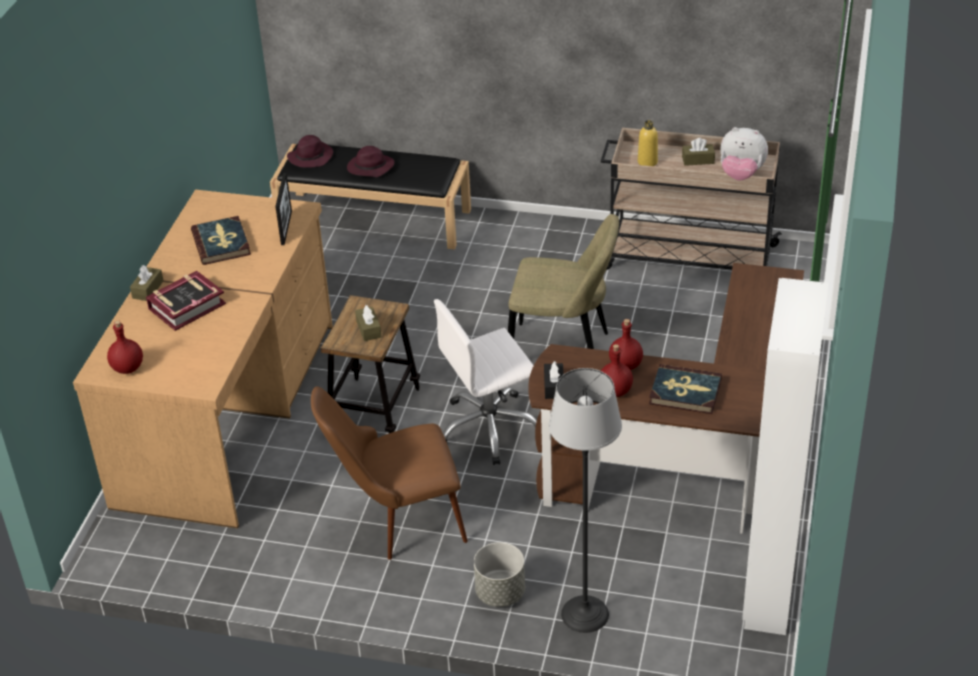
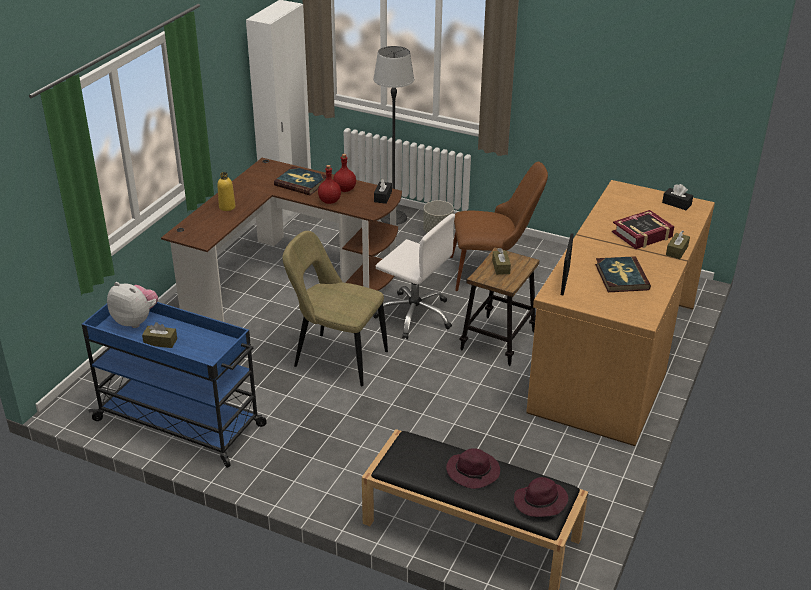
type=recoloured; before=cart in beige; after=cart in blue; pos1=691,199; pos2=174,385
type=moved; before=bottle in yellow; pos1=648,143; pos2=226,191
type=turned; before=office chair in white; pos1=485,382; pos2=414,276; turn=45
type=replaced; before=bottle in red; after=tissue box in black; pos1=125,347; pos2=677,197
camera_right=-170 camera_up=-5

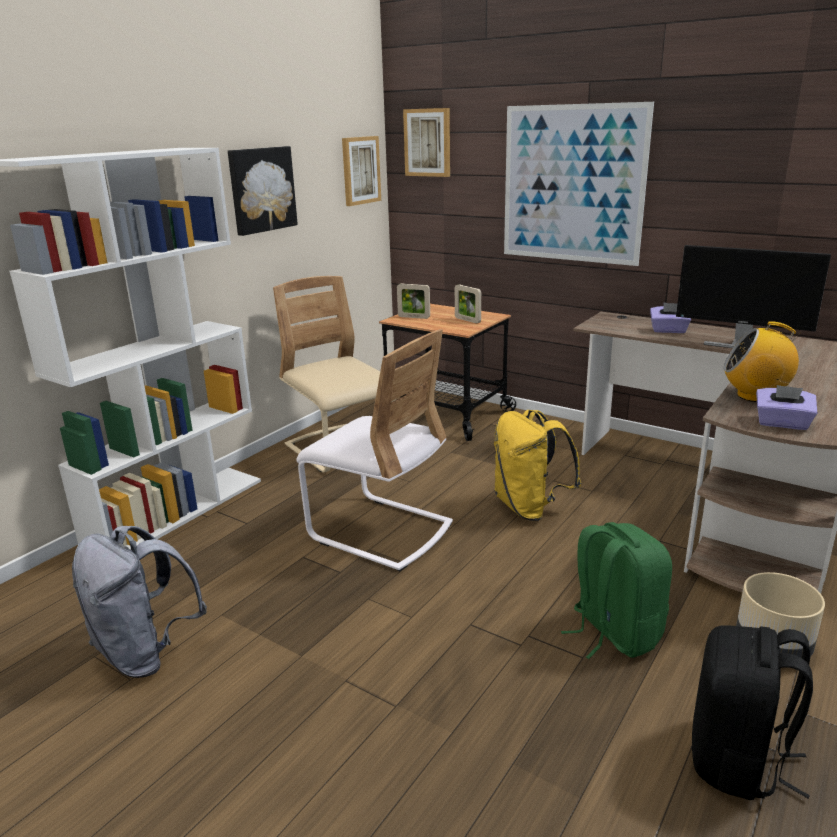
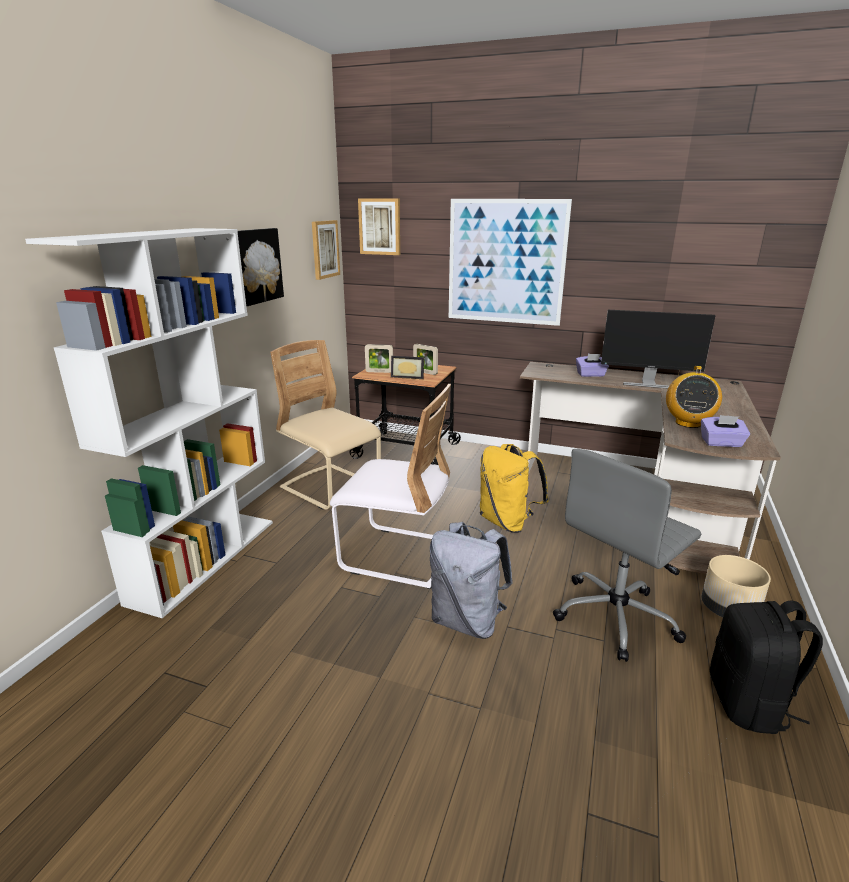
type=added; after=picture frame; pos2=407,367
type=moved; before=backpack in grey; pos1=139,602; pos2=471,580
type=replaced; before=backpack in green; after=office chair in grey; pos1=616,590; pos2=627,555
type=turned; before=radio; pos1=762,361; pos2=694,397; turn=-75
camera_right=-15 camera_up=0

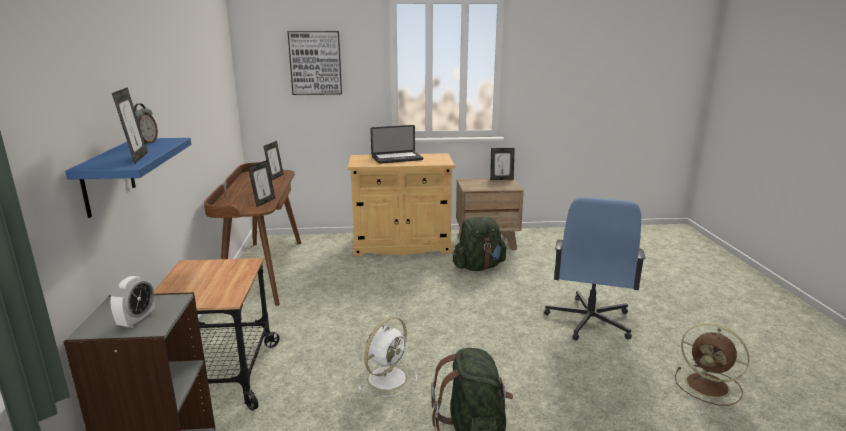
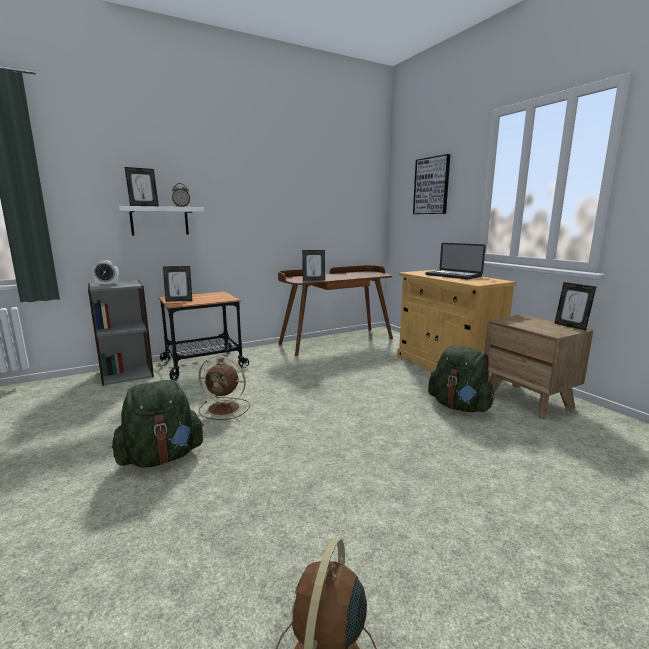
type=recoloured; before=shelf in blue; after=shelf in white; pos1=128,178; pos2=160,220
type=moved; before=picture frame; pos1=273,160; pos2=177,284
type=recoloured; before=fan in white; after=fan in brown; pos1=387,357; pos2=224,388
type=removed; before=office chair in blue; pos1=594,269
camera_right=65 camera_up=-5

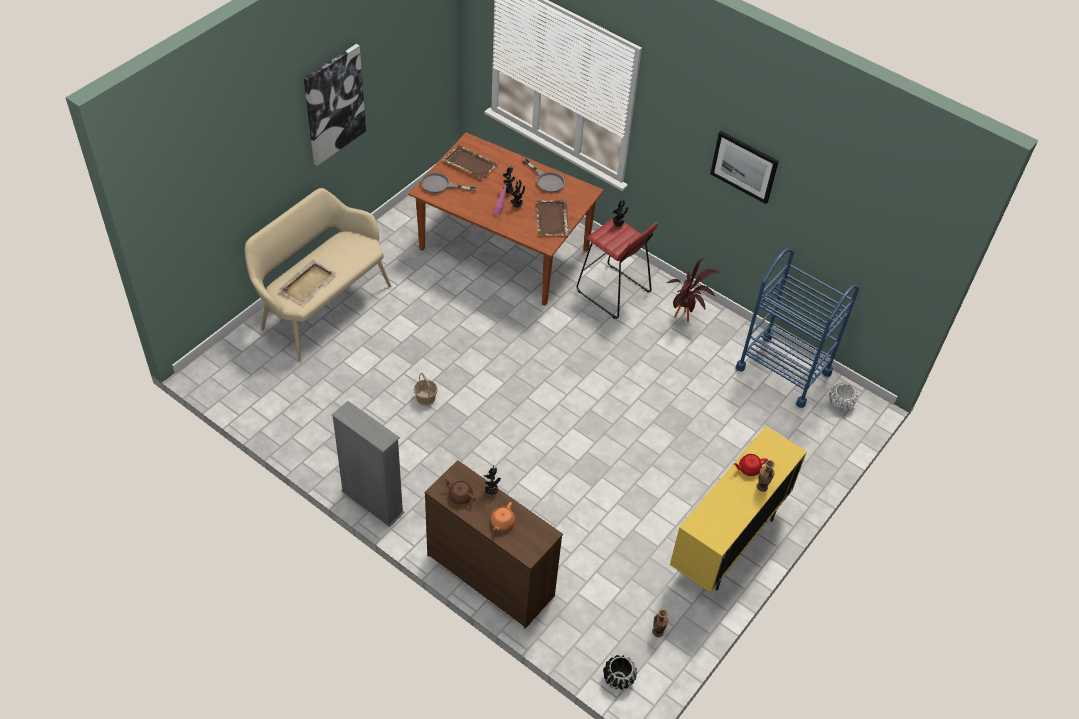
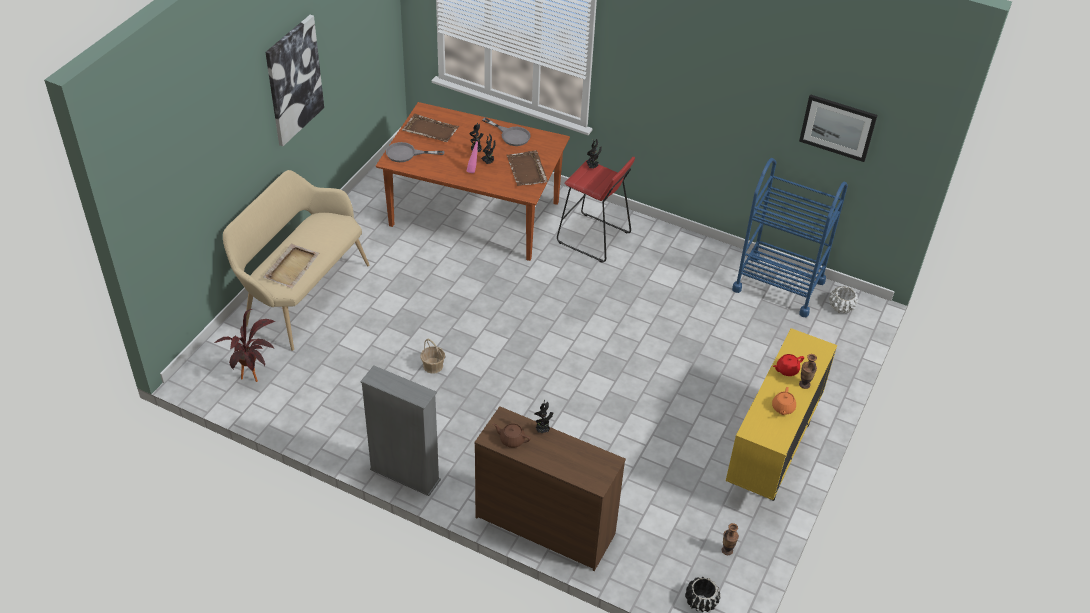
type=moved; before=potted plant; pos1=693,290; pos2=245,345
type=moved; before=teapot in orange; pos1=503,516; pos2=784,401
type=moved; before=picture; pos1=744,167; pos2=838,128
camera_right=-10 camera_up=-5

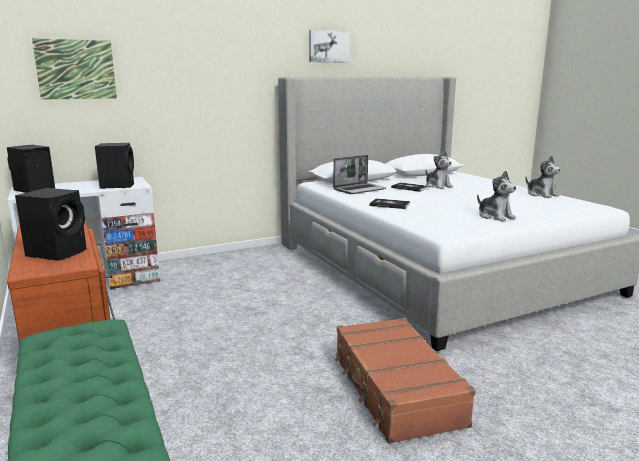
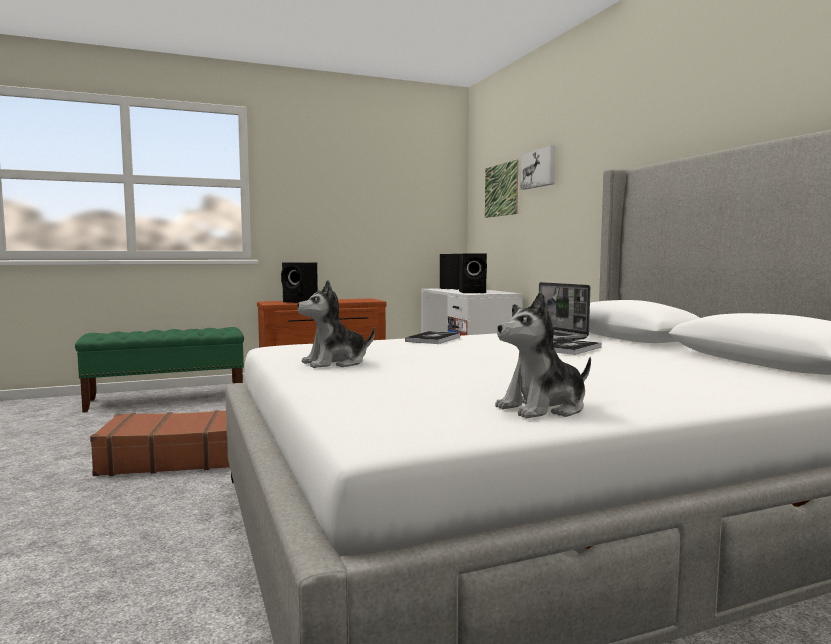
type=moved; before=picture; pos1=329,46; pos2=537,167
type=removed; before=plush toy; pos1=439,169
camera_right=95 camera_up=-10

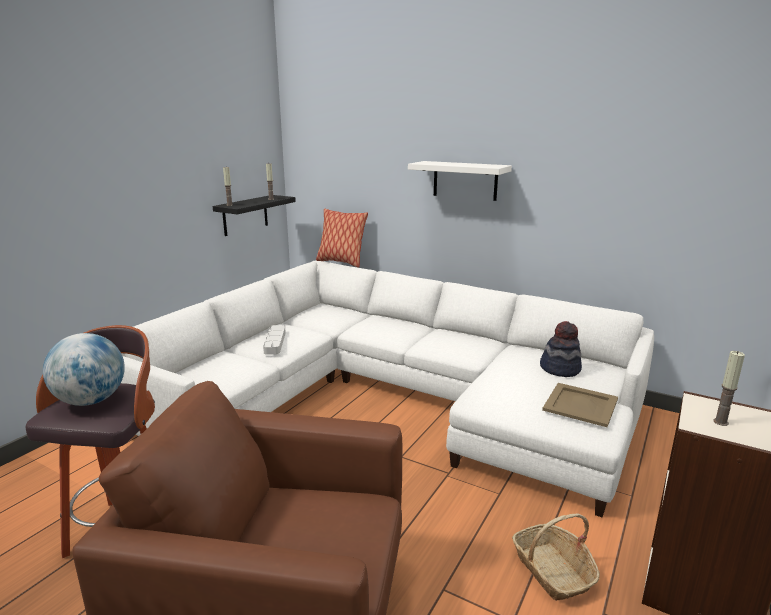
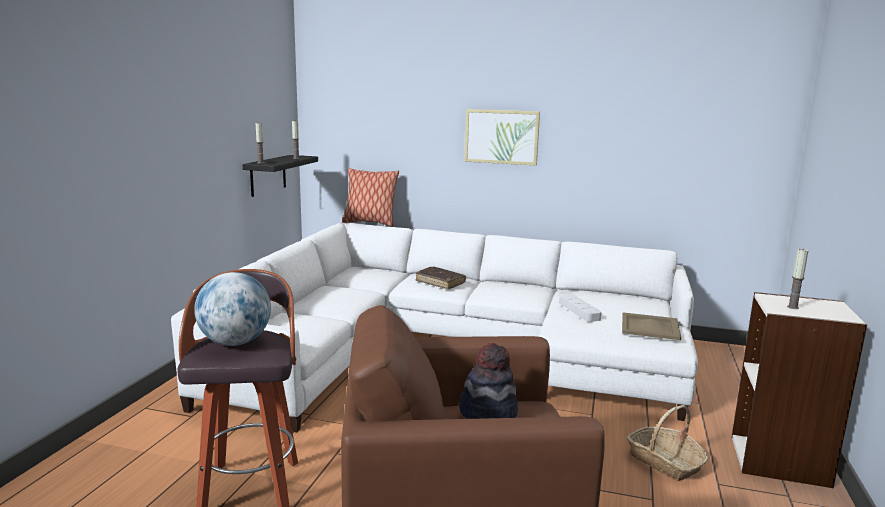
type=added; after=book in brown; pos2=441,277
type=moved; before=hat; pos1=561,349; pos2=488,381
type=replaced; before=shelf in white; after=picture; pos1=460,181; pos2=502,137
type=moved; before=tray in grey; pos1=274,340; pos2=580,308
camera_right=-15 camera_up=-5

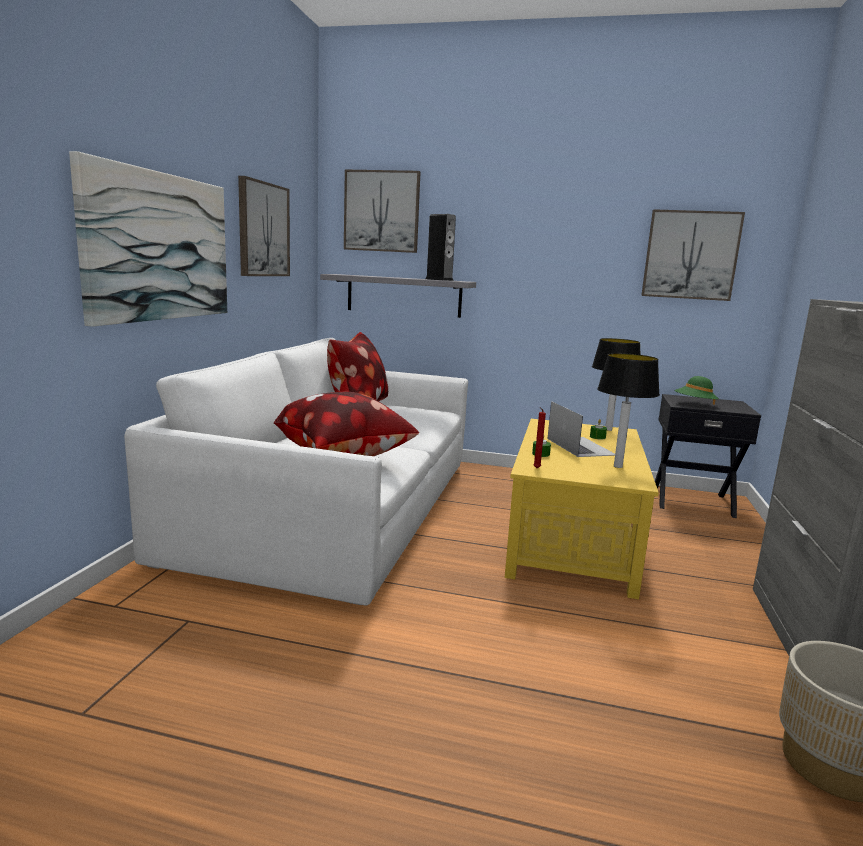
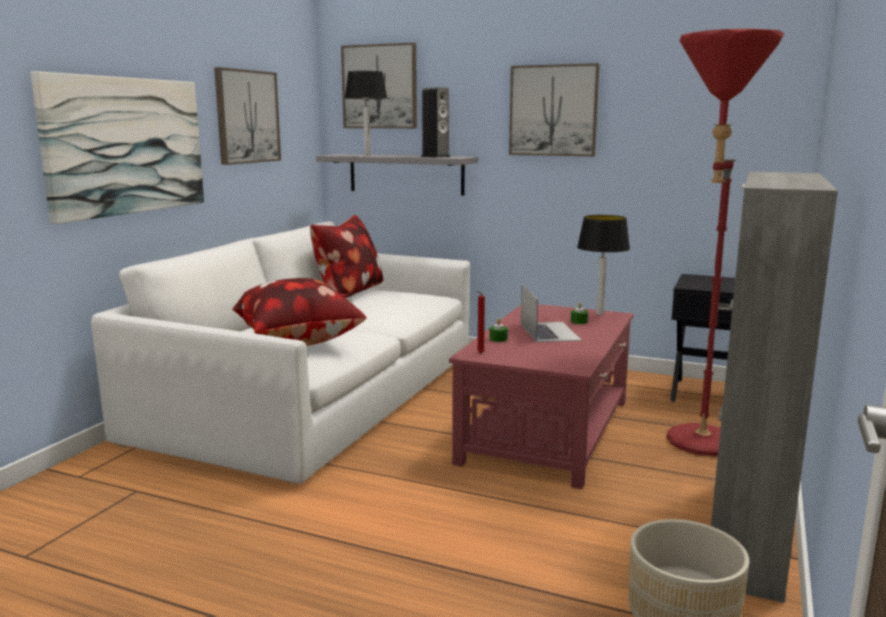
type=moved; before=table lamp; pos1=628,410; pos2=366,113
type=recoloured; before=coffee table in yellow; after=coffee table in red; pos1=582,509; pos2=541,396
type=moved; before=picture; pos1=693,255; pos2=554,109
type=added; after=floor lamp in red; pos2=726,242
type=removed; before=hat in green; pos1=696,390
camera_right=10 camera_up=0

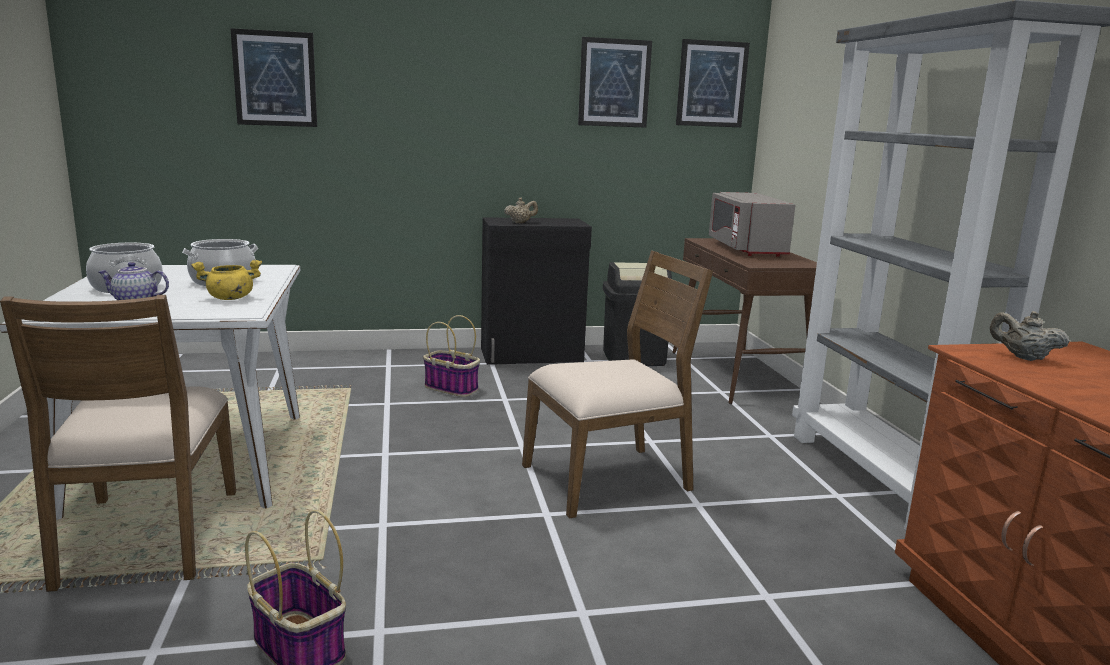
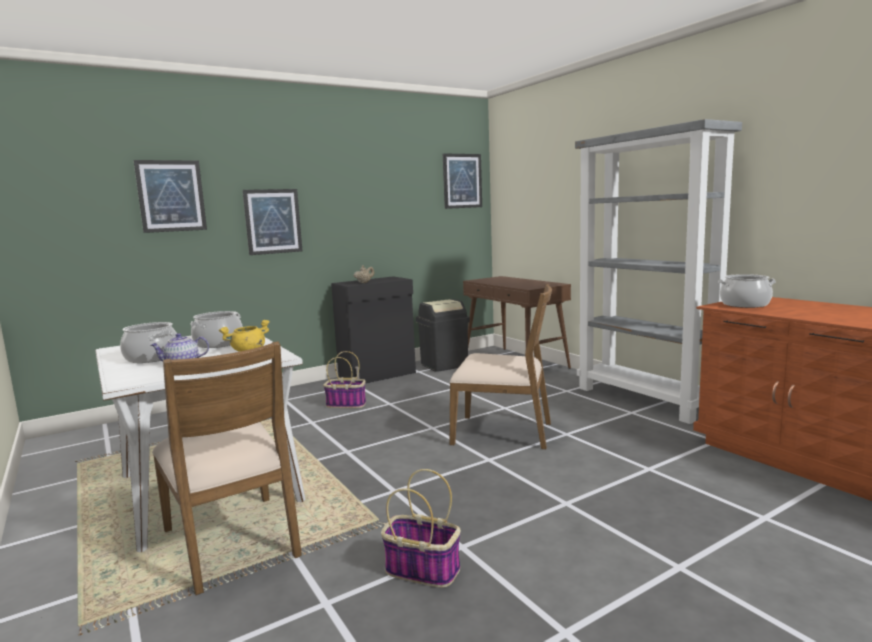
type=moved; before=picture; pos1=615,82; pos2=272,222
type=turned; before=chair in brown; pos1=617,384; pos2=501,366; turn=60
type=replaced; before=teapot in beige; after=cooking pot; pos1=1030,336; pos2=747,291
type=removed; before=microwave in grey; pos1=752,224
camera_right=-20 camera_up=-5

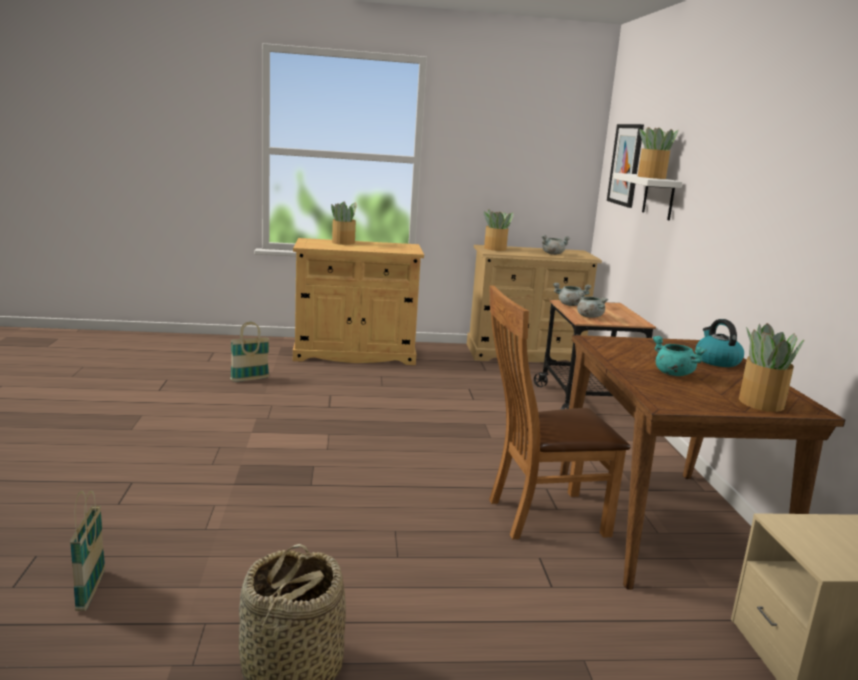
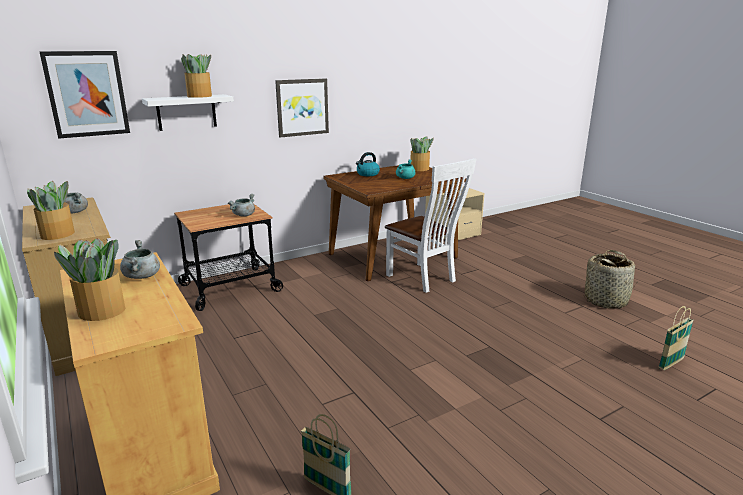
type=moved; before=cooking pot in grey; pos1=572,294; pos2=140,259
type=added; after=picture; pos2=302,107
type=recoloured; before=chair in brown; after=chair in white; pos1=559,412; pos2=430,225
camera_right=-115 camera_up=5

